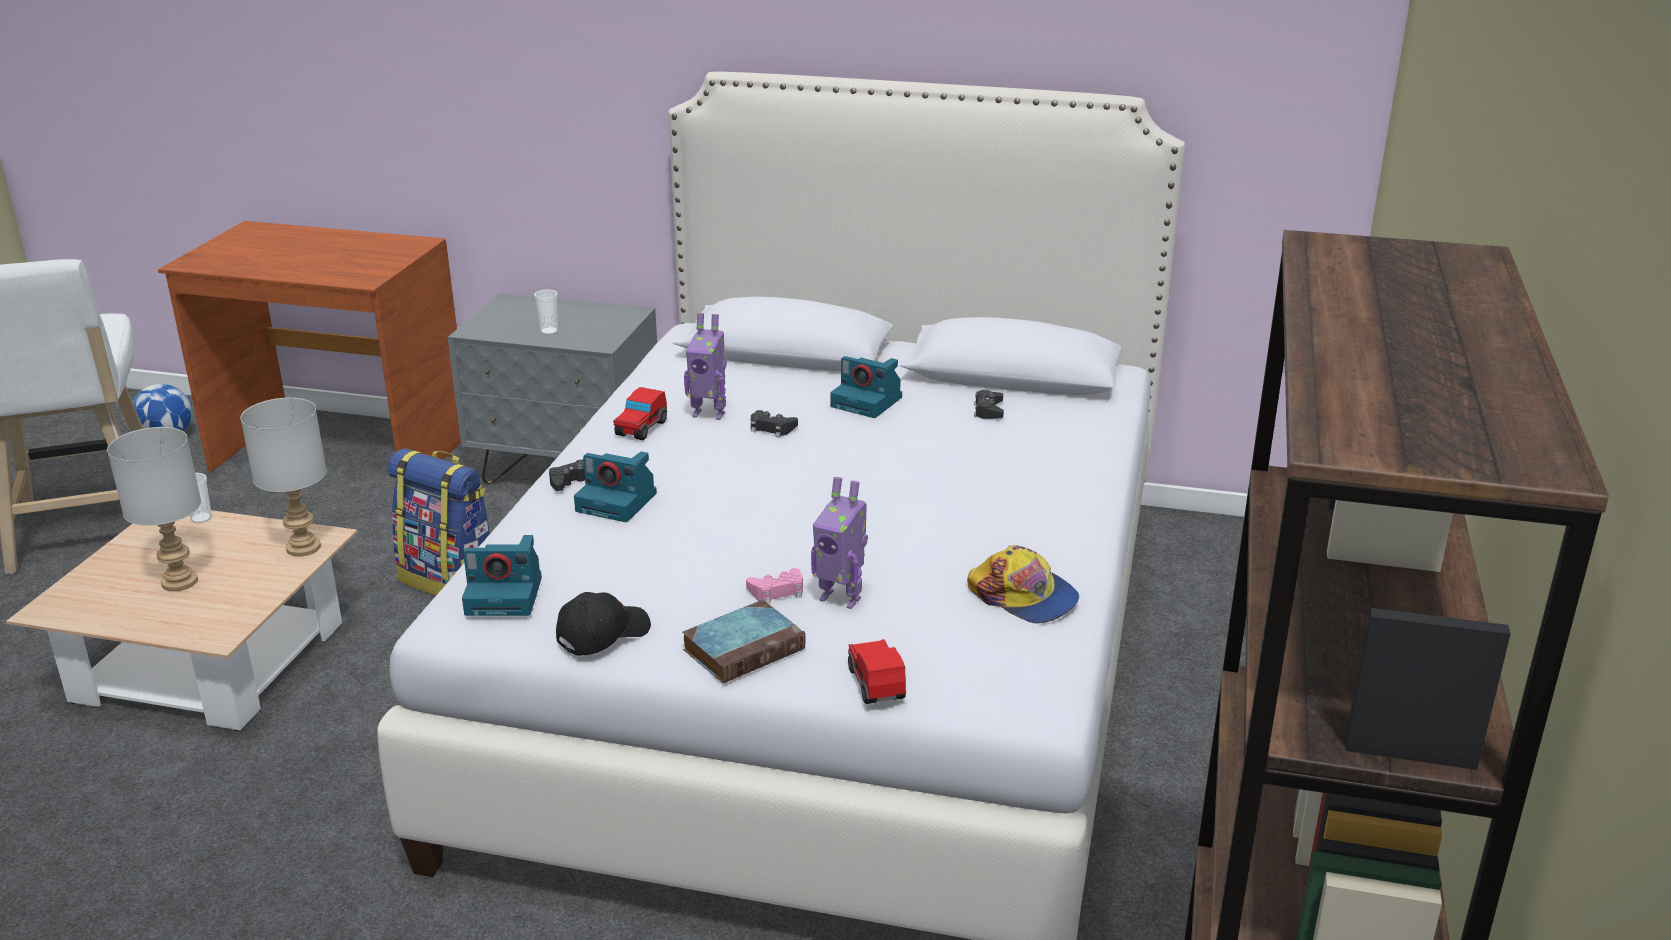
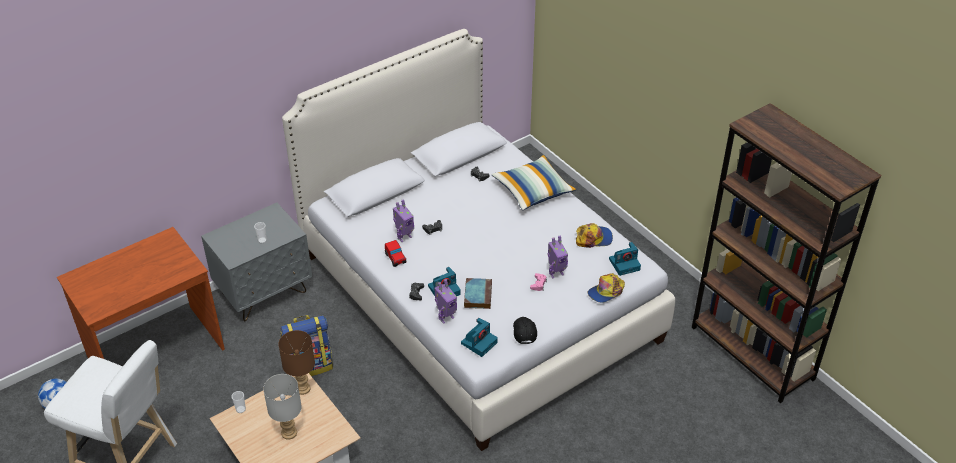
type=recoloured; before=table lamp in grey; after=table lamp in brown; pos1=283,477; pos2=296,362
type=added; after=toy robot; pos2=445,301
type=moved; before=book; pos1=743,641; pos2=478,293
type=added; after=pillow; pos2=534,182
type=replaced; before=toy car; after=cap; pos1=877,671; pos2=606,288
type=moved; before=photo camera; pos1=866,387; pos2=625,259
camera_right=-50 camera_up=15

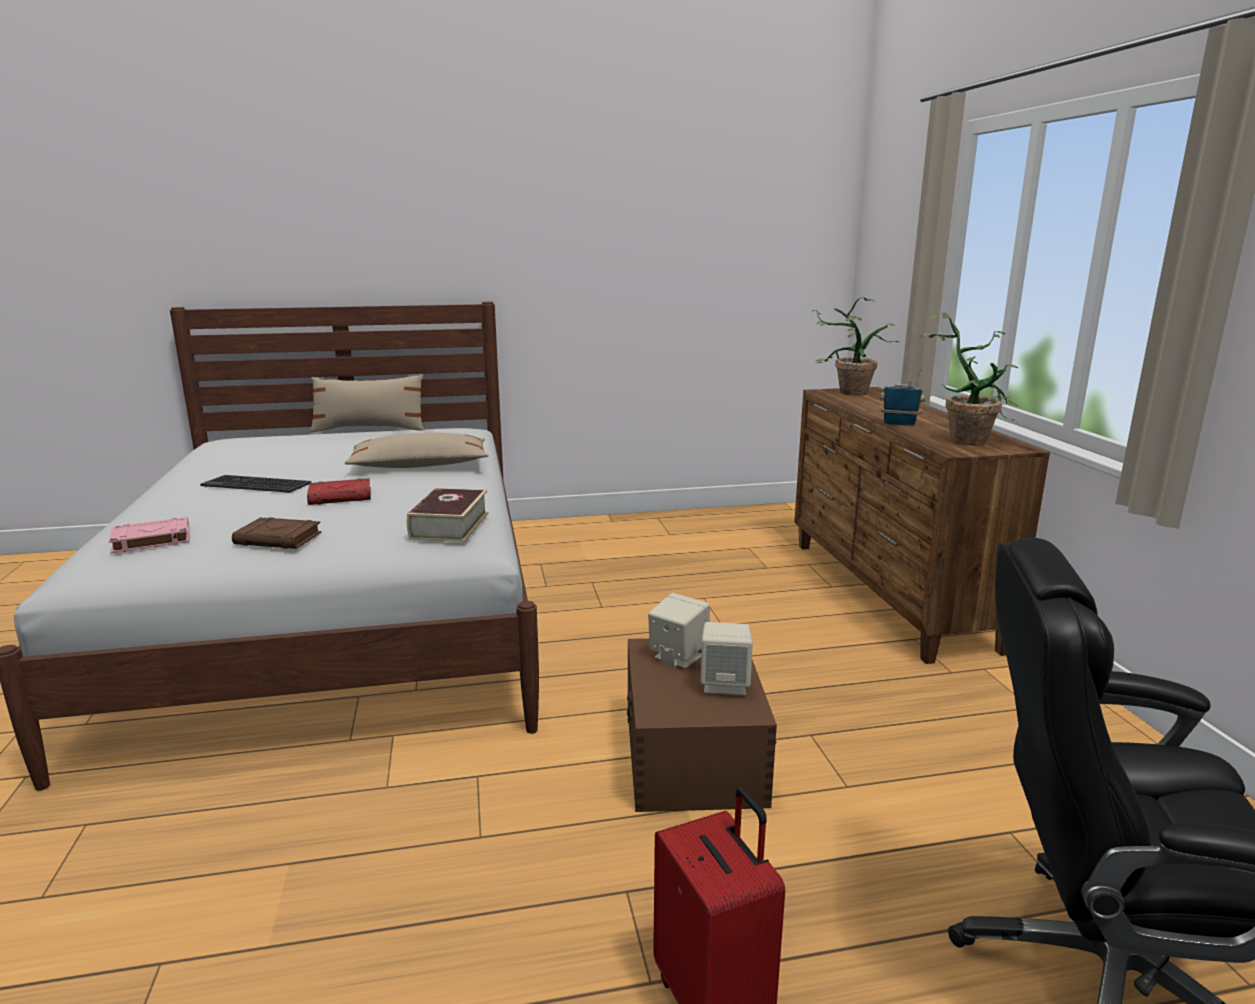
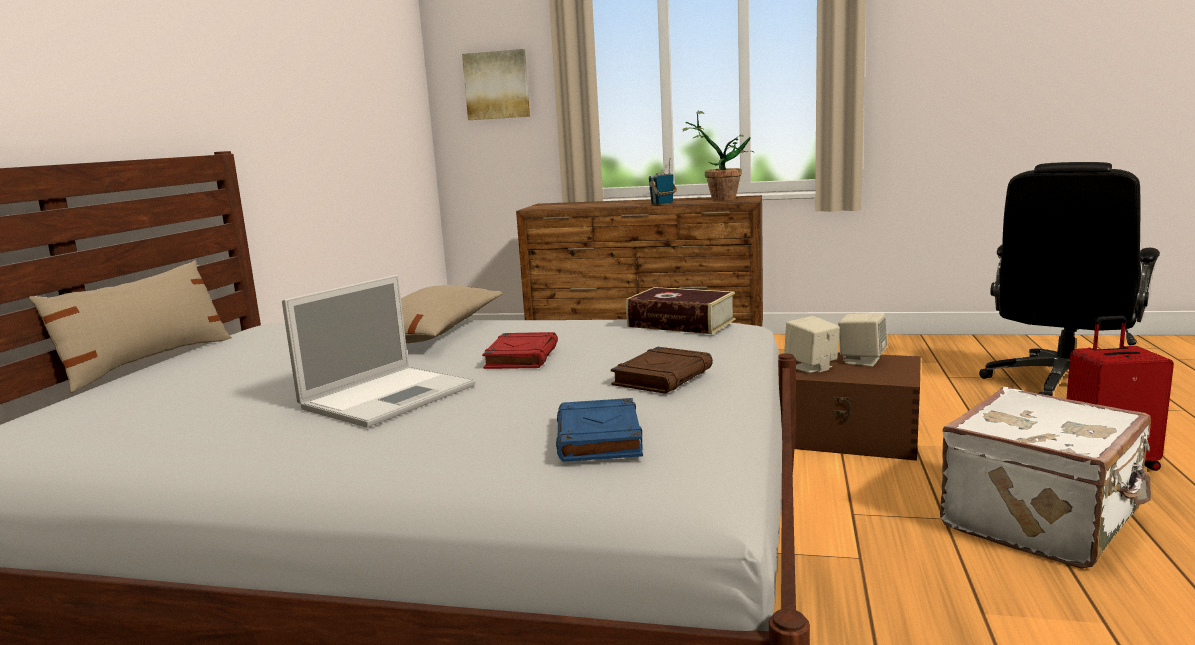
type=replaced; before=keyboard; after=laptop; pos1=256,484; pos2=378,351
type=added; after=picture; pos2=496,84
type=recoloured; before=book in pink; after=book in blue; pos1=149,535; pos2=599,430
type=added; after=suitcase in white; pos2=1045,477
type=removed; before=potted plant; pos1=855,346
camera_right=-65 camera_up=-5

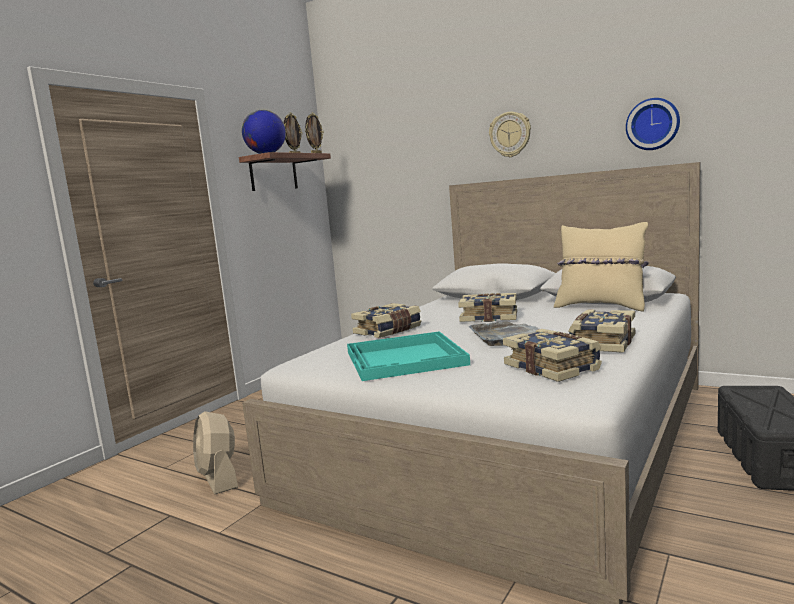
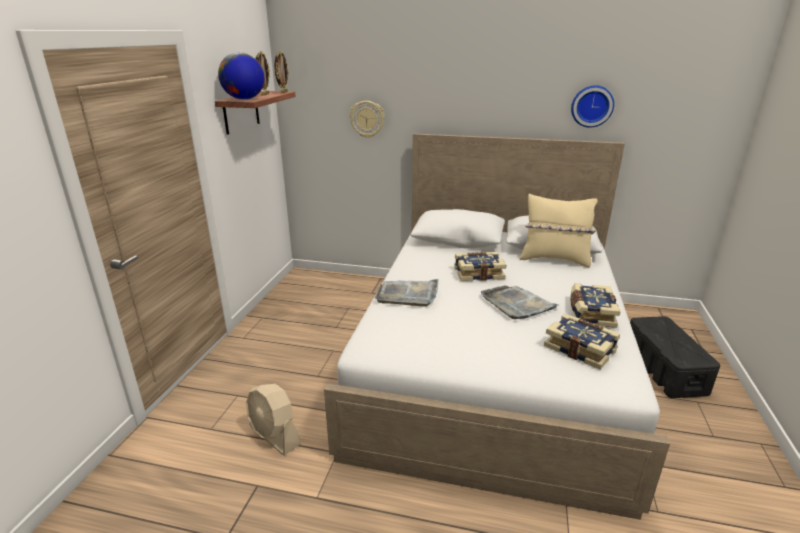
type=moved; before=wall clock; pos1=510,134; pos2=367,119
type=replaced; before=book; after=tray in grey; pos1=386,320; pos2=407,293
type=removed; before=tray in turquoise; pos1=408,356
camera_right=-20 camera_up=15

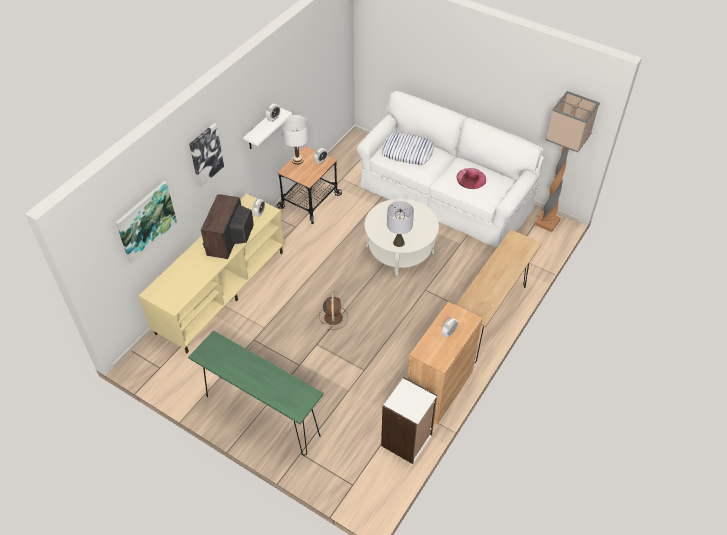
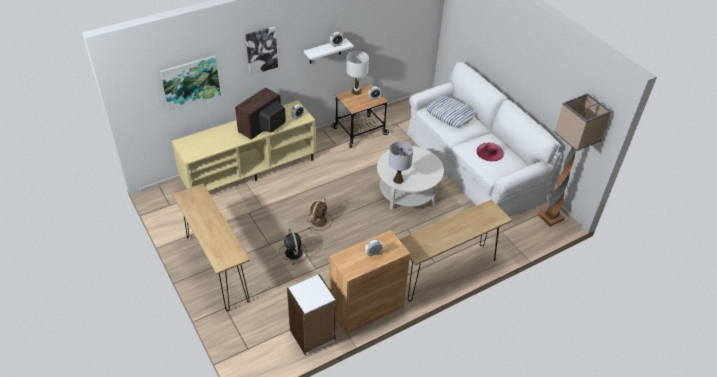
type=recoloured; before=console table in green; after=console table in brown; pos1=256,393; pos2=211,247
type=added; after=fan in black; pos2=293,246
camera_right=25 camera_up=-5

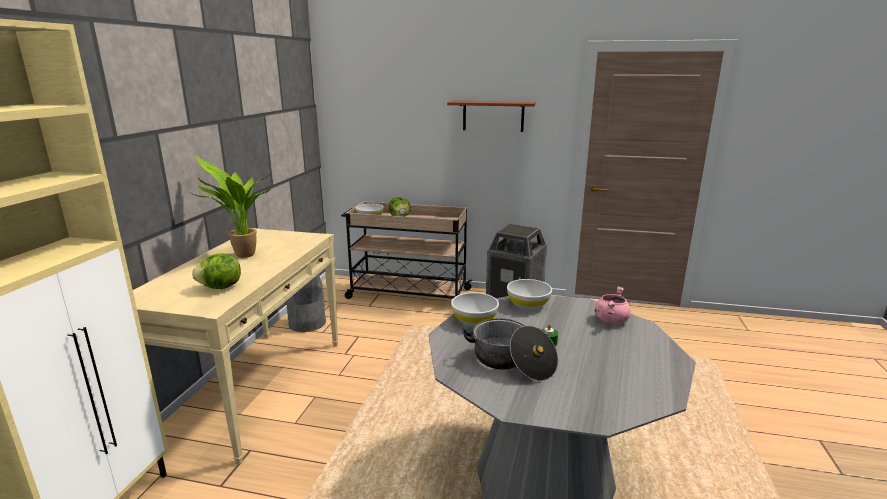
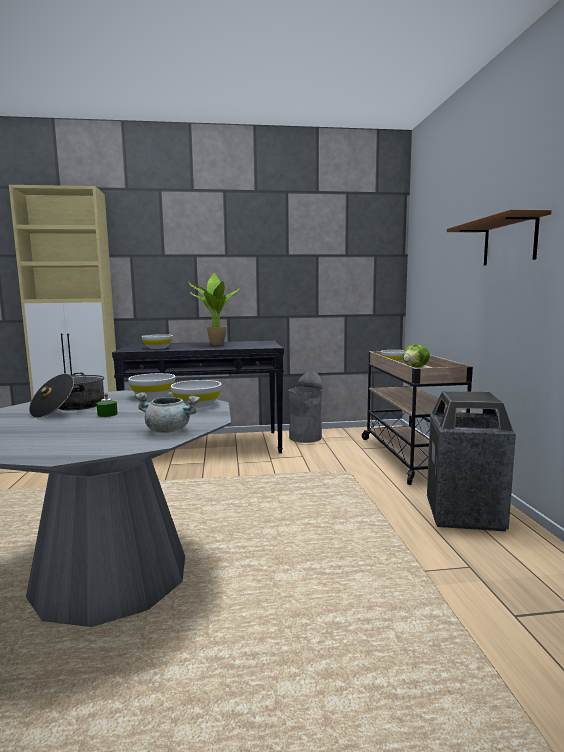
type=recoloured; before=console table in beige; after=console table in black; pos1=236,346; pos2=198,397
type=recoloured; before=cooking pot in pink; after=cooking pot in grey; pos1=613,305; pos2=167,412
type=replaced; before=lettuce; after=bowl in white; pos1=216,271; pos2=157,341
camera_right=70 camera_up=-10

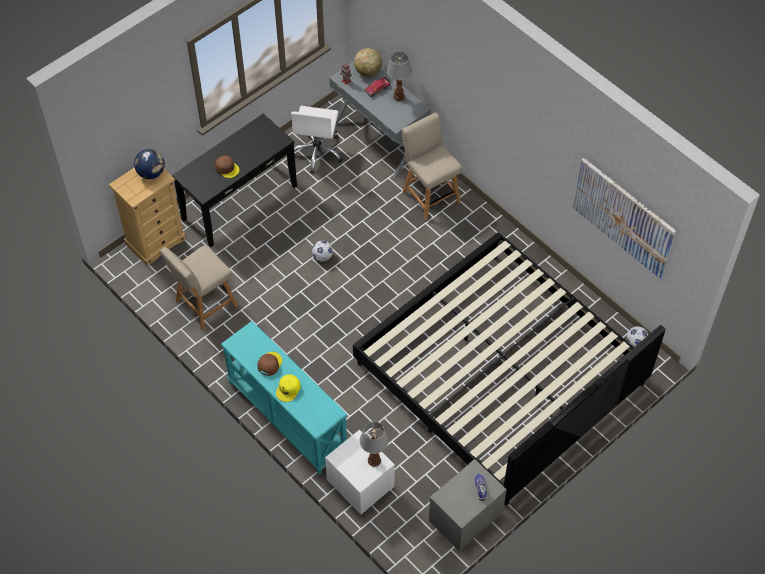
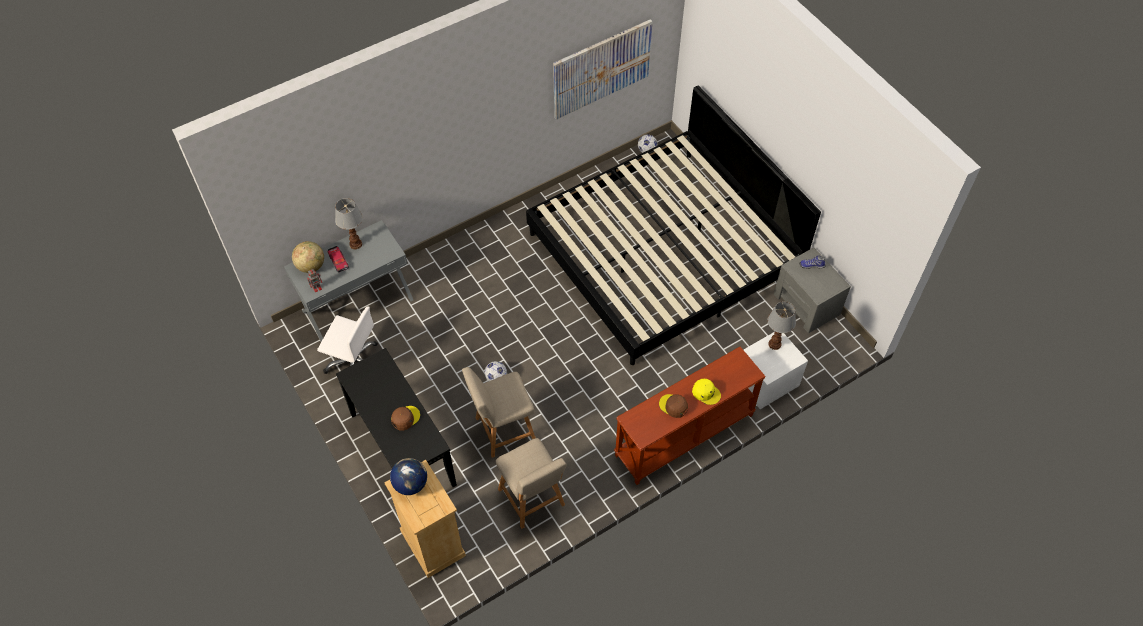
type=moved; before=chair in beige; pos1=432,166; pos2=499,412
type=recoloured; before=console table in turquoise; after=console table in brown; pos1=284,397; pos2=690,416
camera_right=-80 camera_up=0

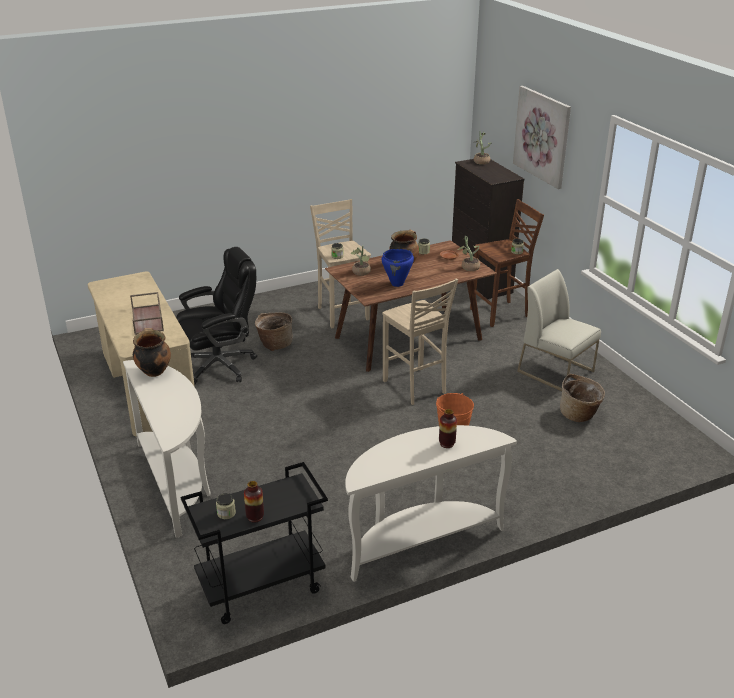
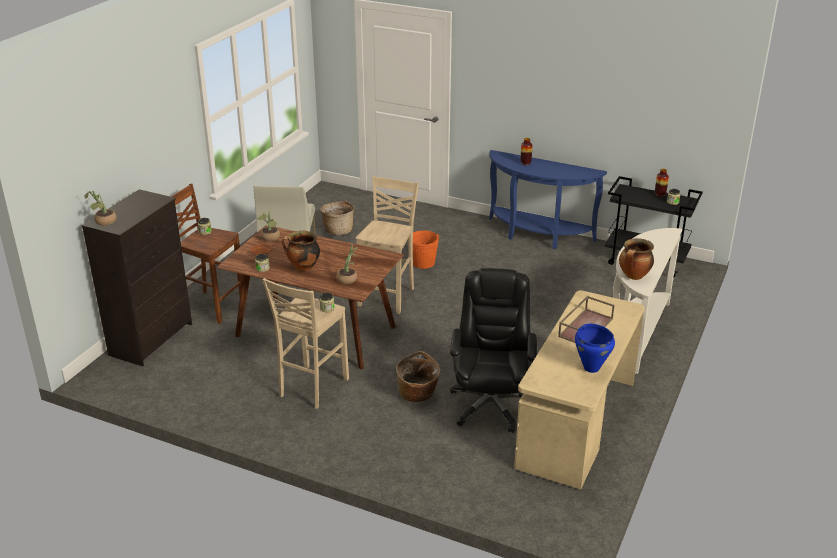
type=turned; before=office chair in black; pos1=216,316; pos2=493,350; turn=75
type=recoloured; before=console table in white; after=console table in blue; pos1=431,503; pos2=548,199
type=moved; before=cooking pot in blue; pos1=397,268; pos2=595,348
type=removed; before=picture; pos1=542,137
camera_right=-130 camera_up=0

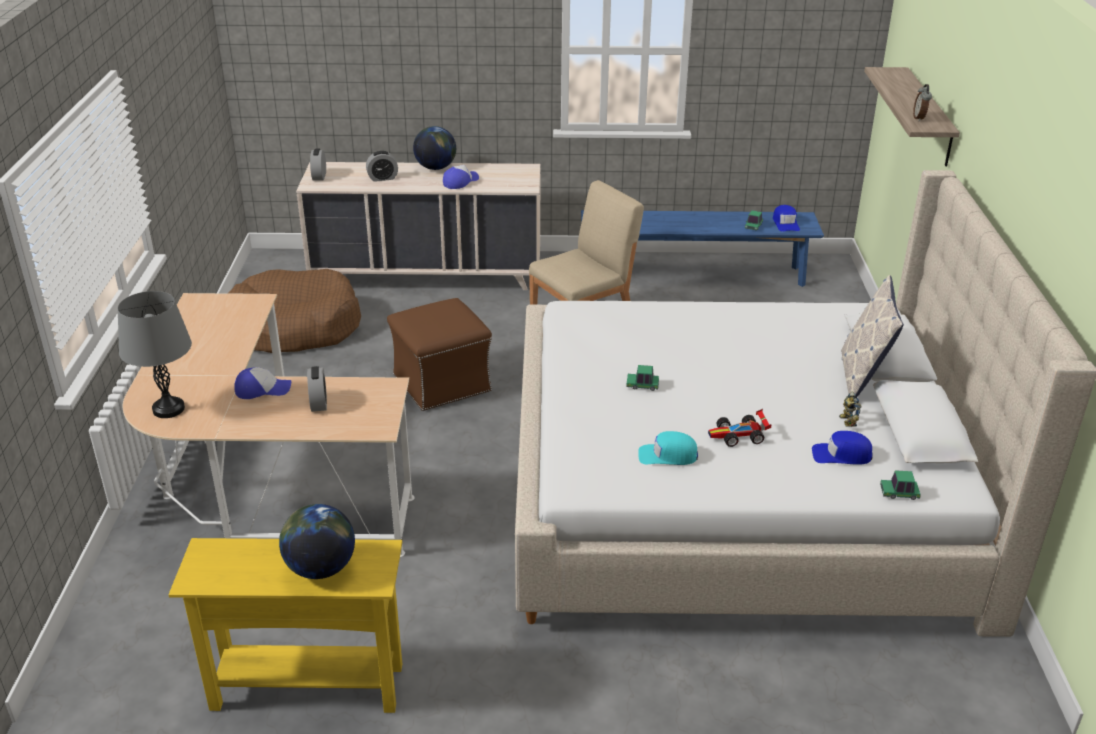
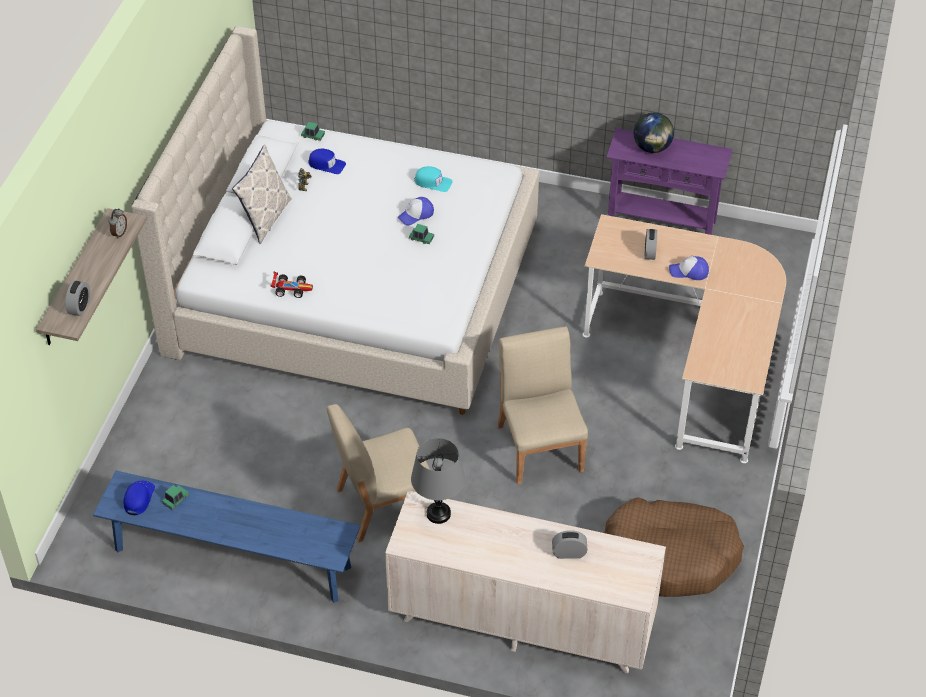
type=moved; before=alarm clock; pos1=318,165; pos2=77,298
type=moved; before=toy car; pos1=740,428; pos2=292,284
type=moved; before=cap; pos1=461,177; pos2=416,211
type=moved; before=table lamp in grey; pos1=155,354; pos2=438,481
type=replaced; before=ottoman in brown; after=chair in beige; pos1=439,354; pos2=543,405
type=recoloured; before=console table in yellow; after=console table in purple; pos1=285,625; pos2=669,181
type=removed; before=globe; pos1=434,148
camera_right=-165 camera_up=15

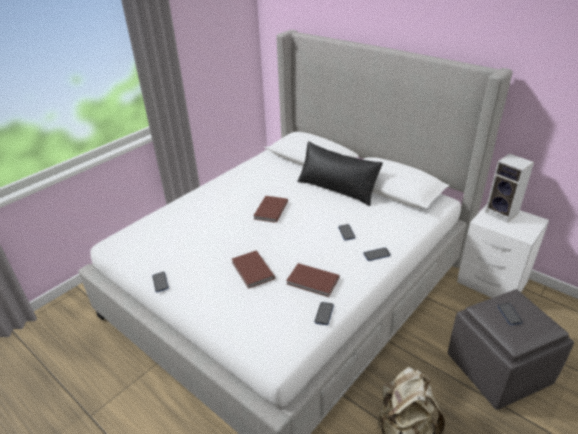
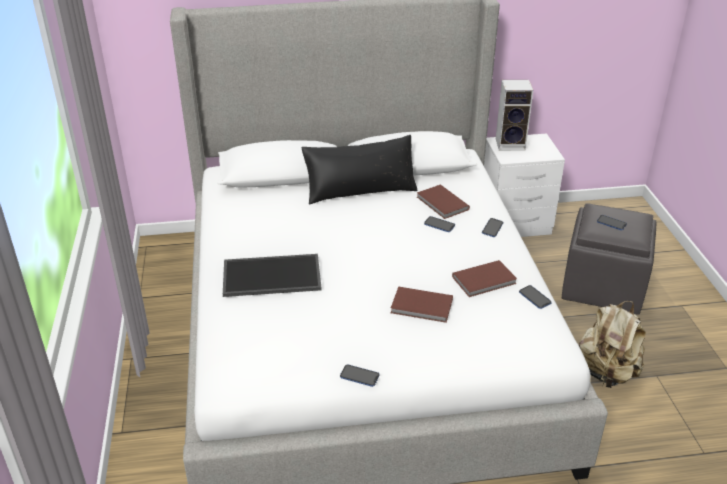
type=added; after=tray; pos2=272,275
type=moved; before=book in brown; pos1=270,209; pos2=443,202
camera_right=-50 camera_up=0

